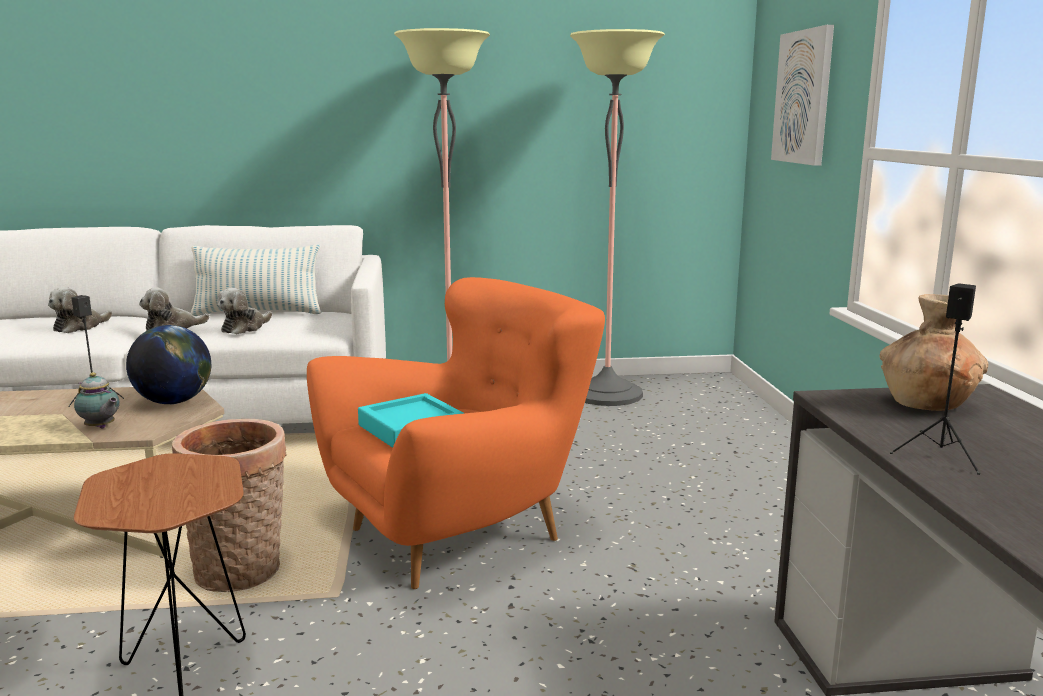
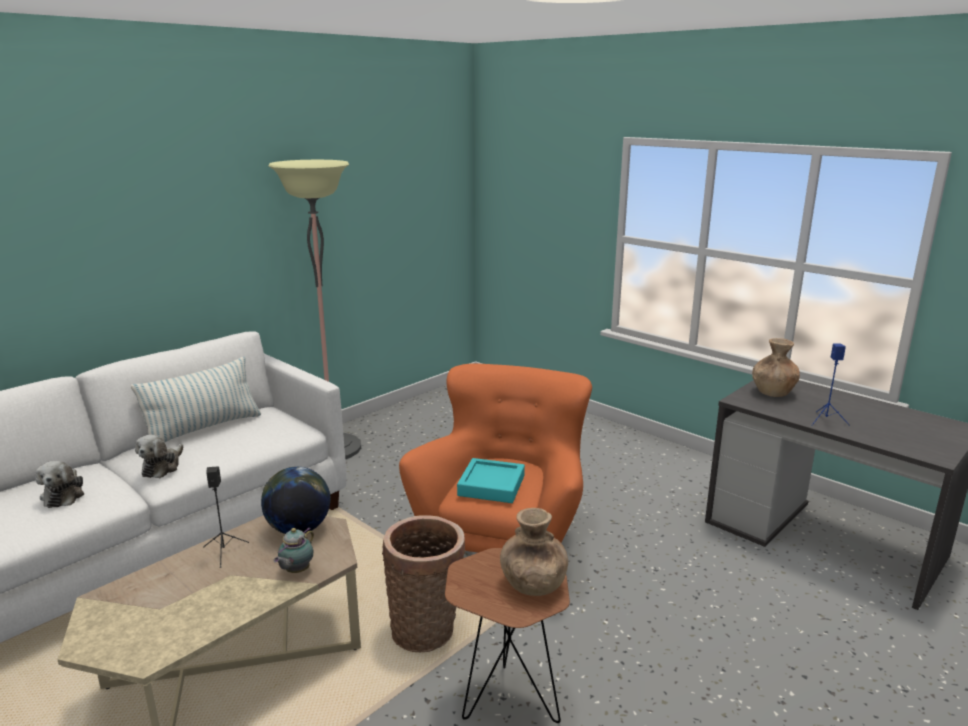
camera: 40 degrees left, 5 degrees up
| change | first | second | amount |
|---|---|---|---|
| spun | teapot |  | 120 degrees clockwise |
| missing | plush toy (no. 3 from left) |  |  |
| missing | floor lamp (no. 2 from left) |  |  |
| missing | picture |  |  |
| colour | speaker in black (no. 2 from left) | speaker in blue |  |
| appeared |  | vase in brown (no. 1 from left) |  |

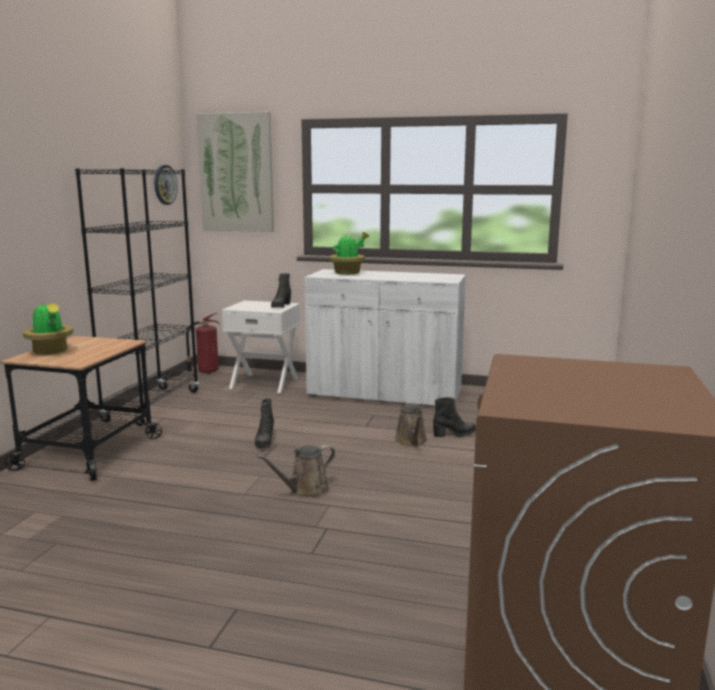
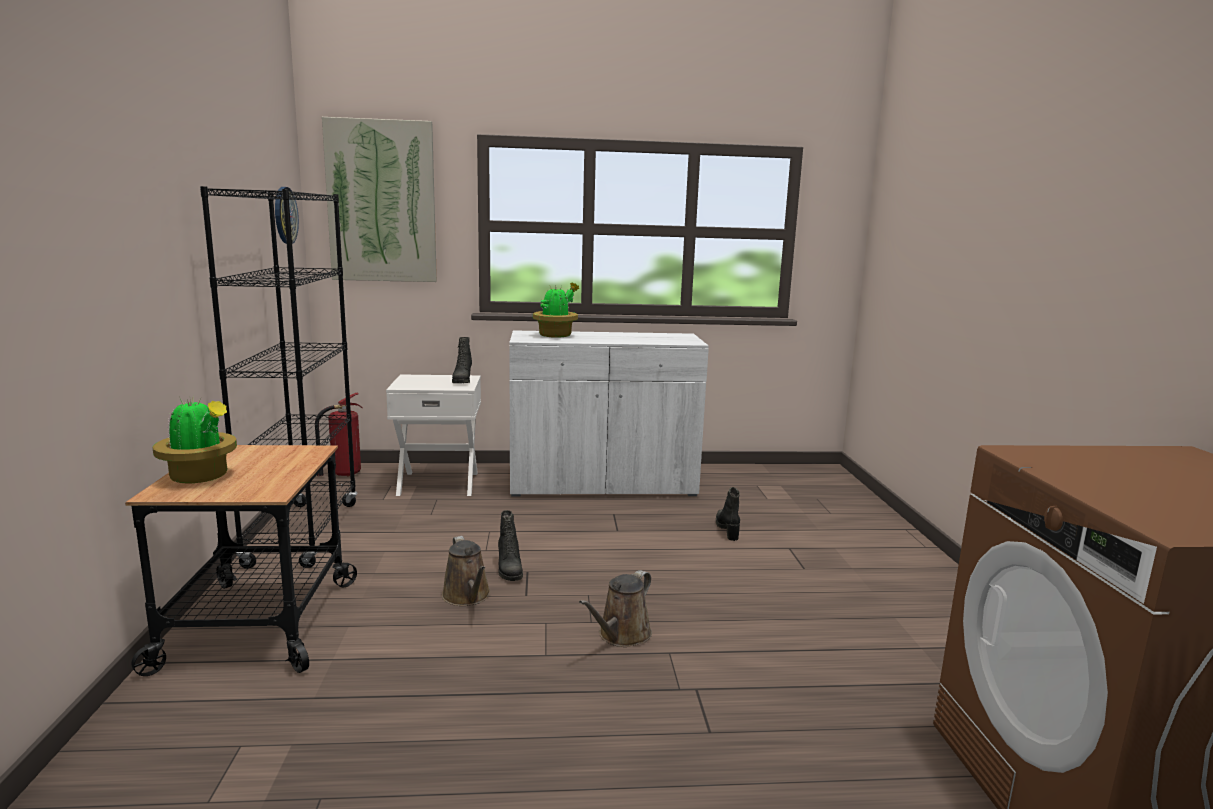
camera: 20 degrees left, 0 degrees up
| change | first | second | amount |
|---|---|---|---|
| relocated | watering can in brown (no. 2 from left in the first image) | watering can in brown (no. 1 from left) |  |
| spun | boot in black (no. 3 from left) |  | 60 degrees counterclockwise |

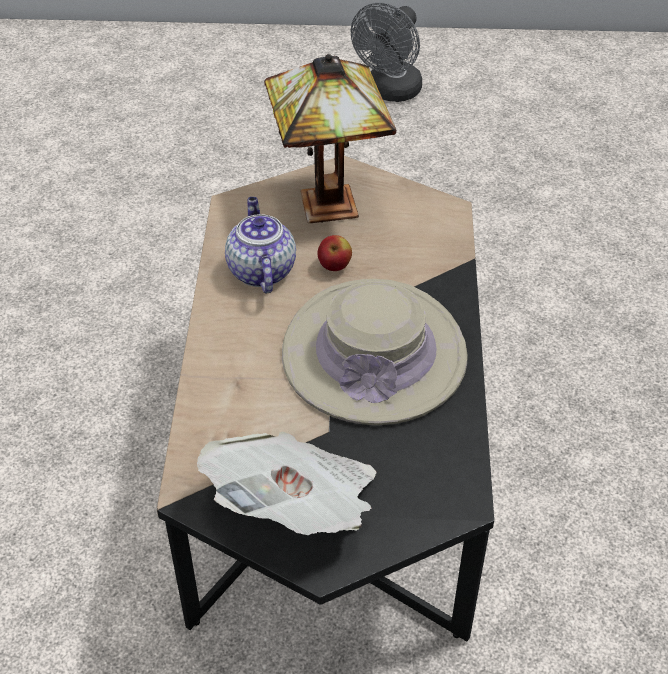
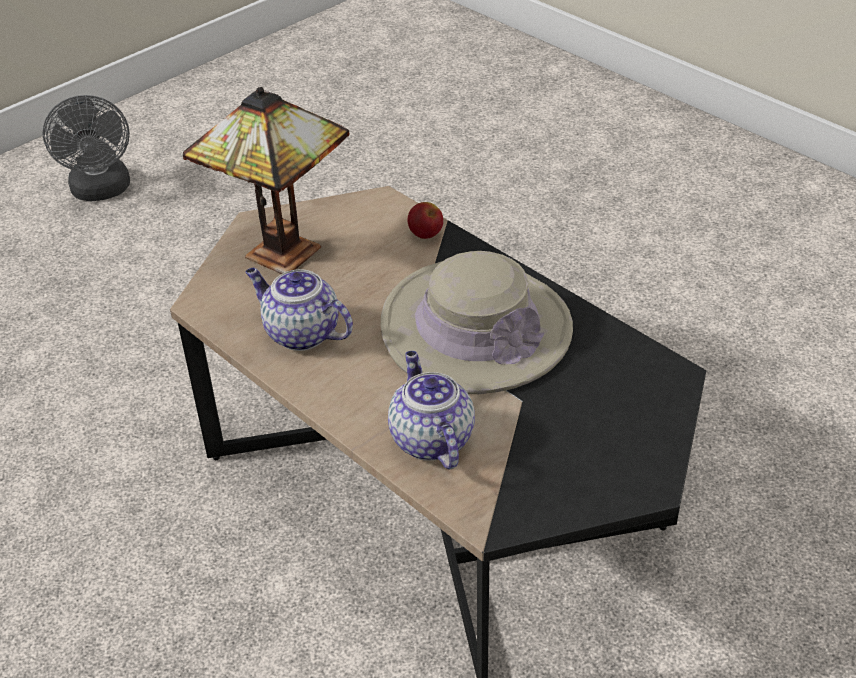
camera: 45 degrees left, 5 degrees down
| change | first | second | amount |
|---|---|---|---|
| missing | newspaper |  |  |
| relocated | apple |  |  |
| appeared |  | teapot (no. 2 from left) |  |

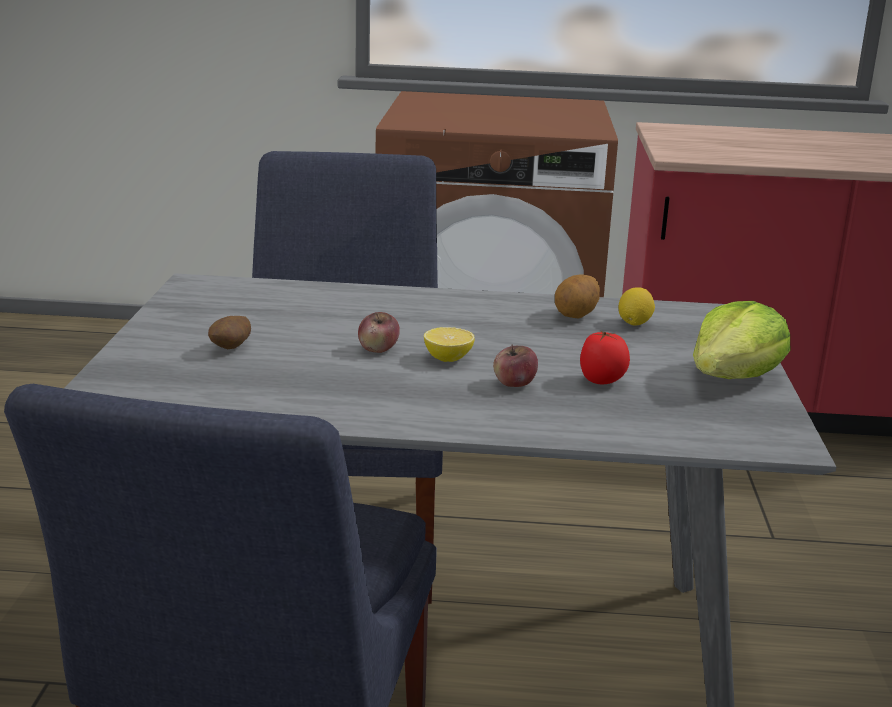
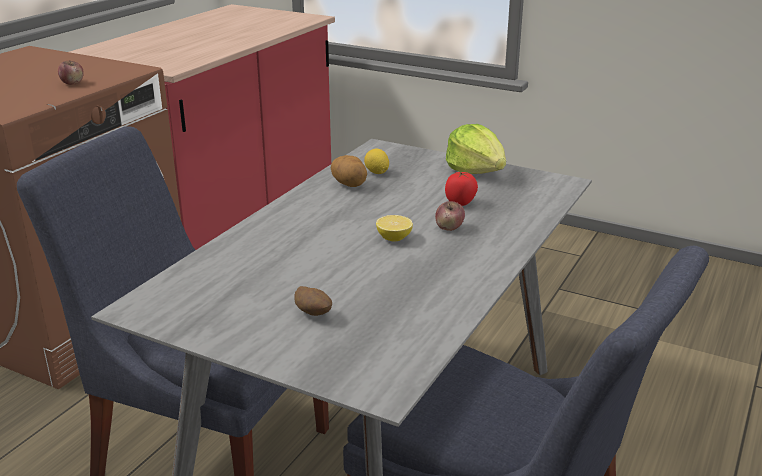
camera: 65 degrees left, 5 degrees up
| change | first | second | amount |
|---|---|---|---|
| relocated | apple (no. 1 from left) |  |  |

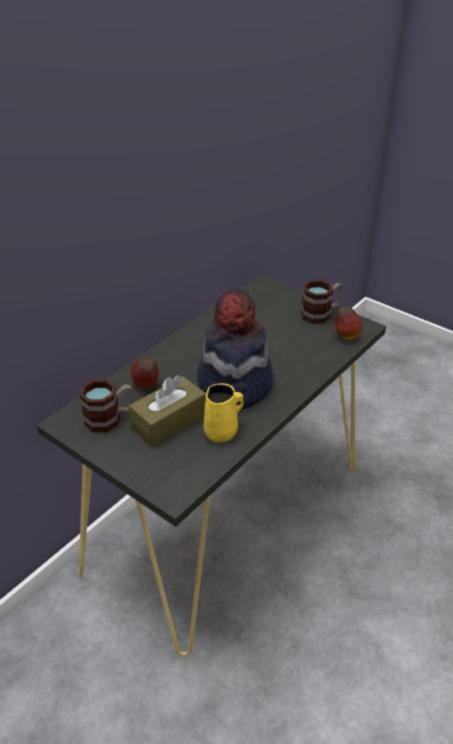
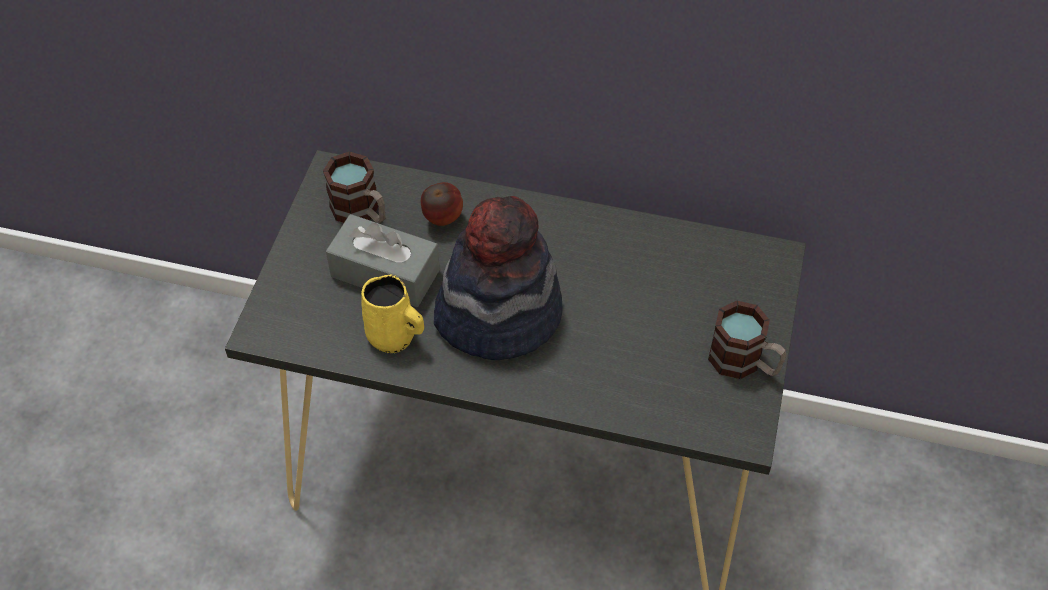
camera: 65 degrees right, 15 degrees up
| change | first | second | amount |
|---|---|---|---|
| colour | tissue box in brown | tissue box in grey |  |
| missing | apple (no. 2 from left) |  |  |

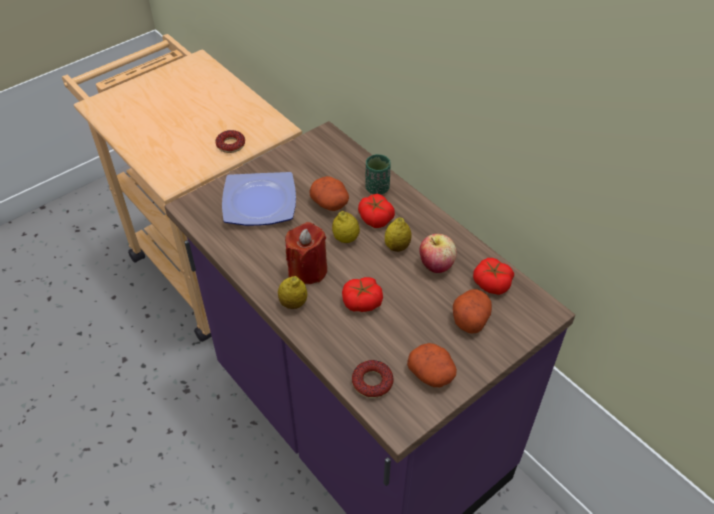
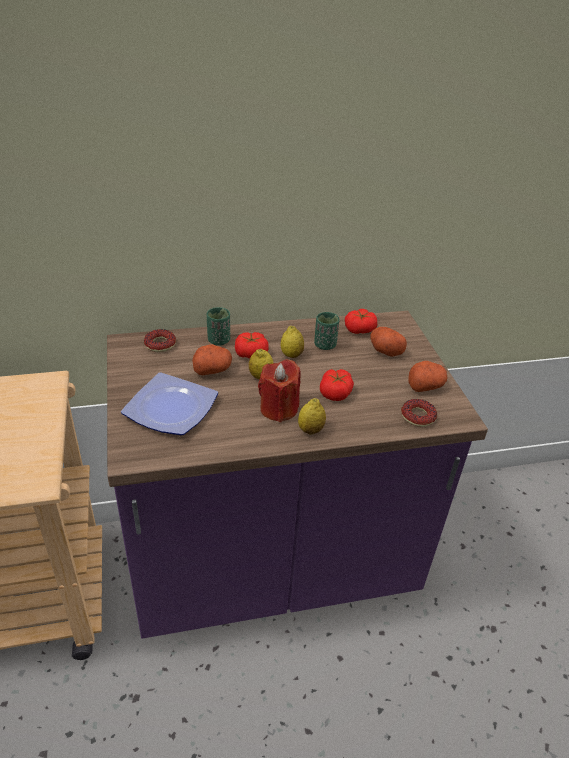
camera: 65 degrees left, 10 degrees down
| change | first | second | amount |
|---|---|---|---|
| relocated | donut (no. 1 from left) |  |  |
| exchanged | apple | cup in green (no. 2 from left) |  |

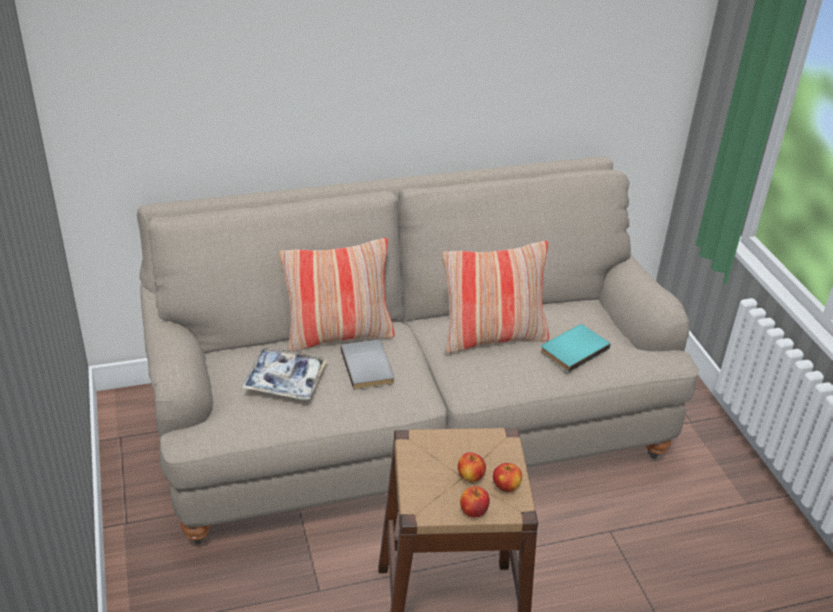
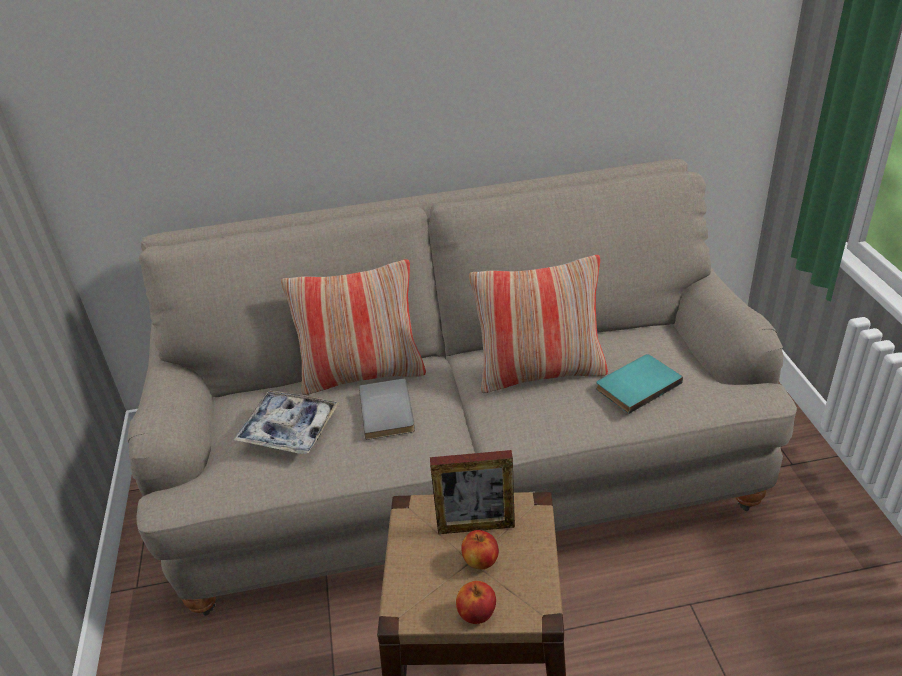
camera: 10 degrees right, 0 degrees up
| change | first | second | amount |
|---|---|---|---|
| missing | apple (no. 3 from left) |  |  |
| appeared |  | picture frame |  |

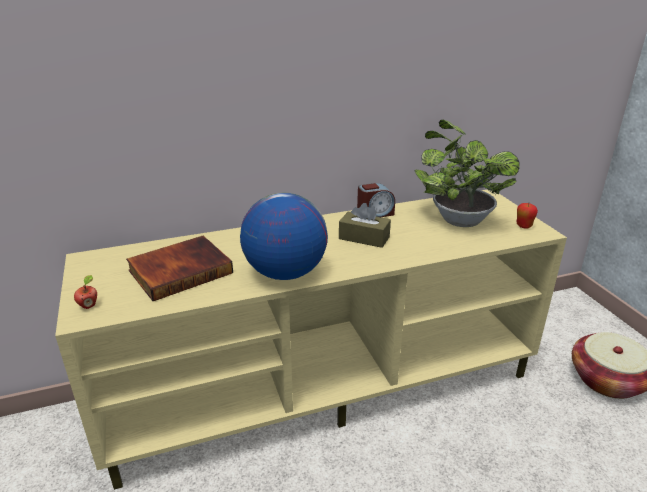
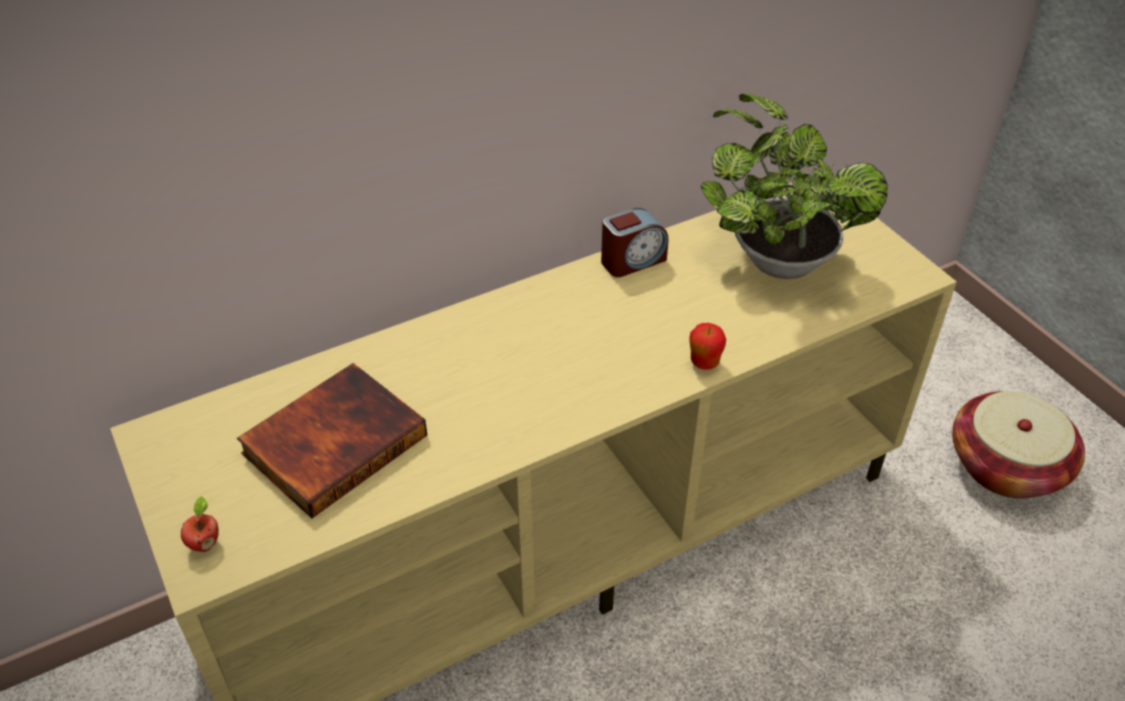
camera: 10 degrees left, 15 degrees up
| change | first | second | amount |
|---|---|---|---|
| missing | globe |  |  |
| missing | tissue box in brown |  |  |
| relocated | apple (no. 2 from left) |  |  |

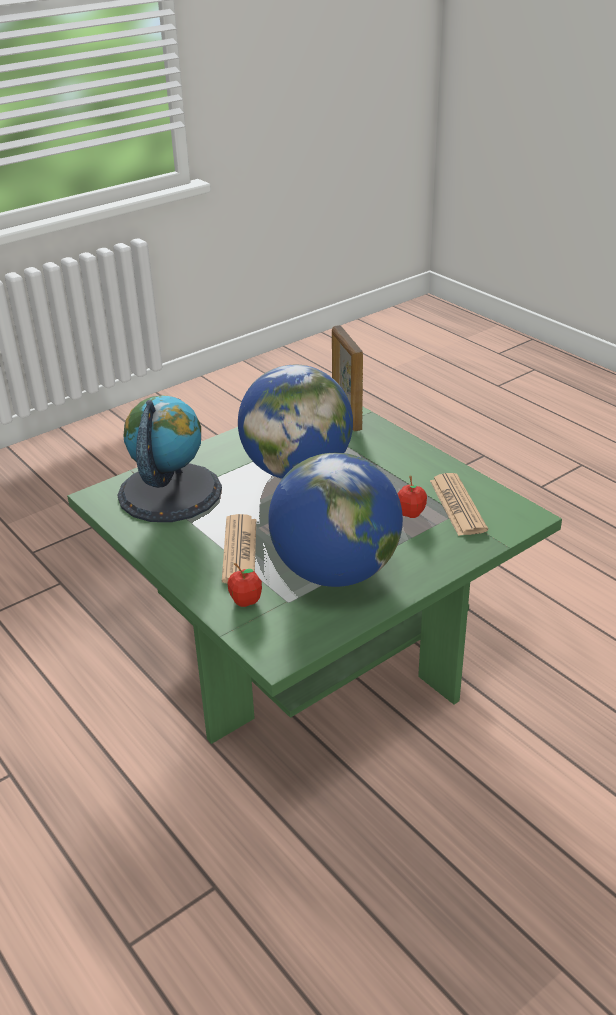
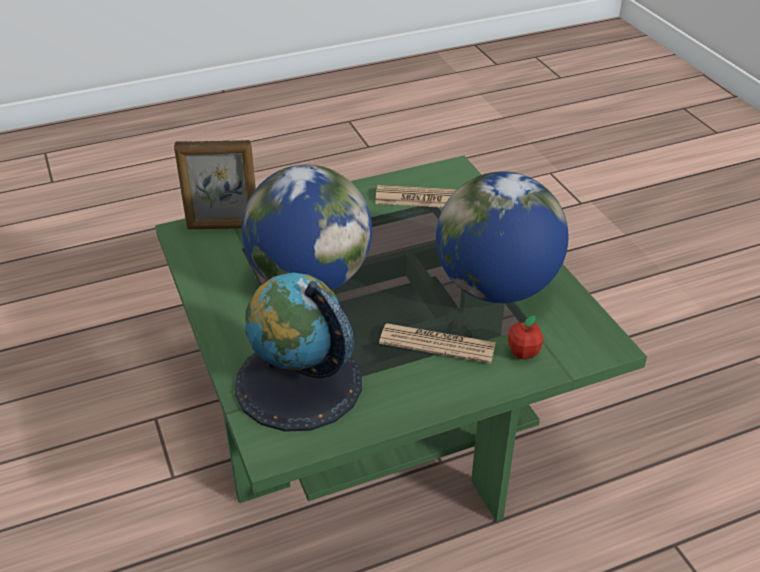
camera: 75 degrees left, 5 degrees up
| change | first | second | amount |
|---|---|---|---|
| missing | apple (no. 2 from left) |  |  |

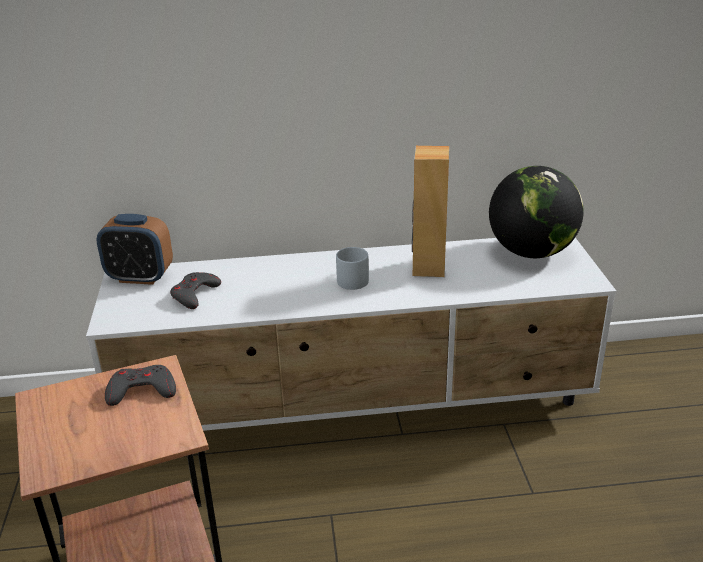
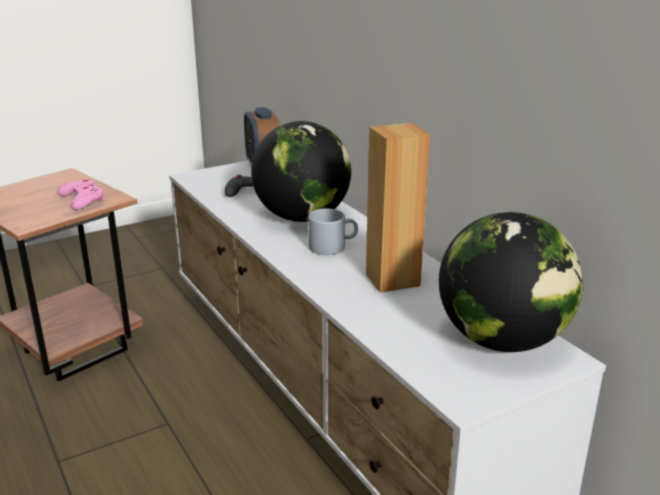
camera: 65 degrees right, 5 degrees down
| change | first | second | amount |
|---|---|---|---|
| colour | game controller in grey (no. 1 from left) | game controller in pink |  |
| appeared |  | globe (no. 1 from left) |  |

